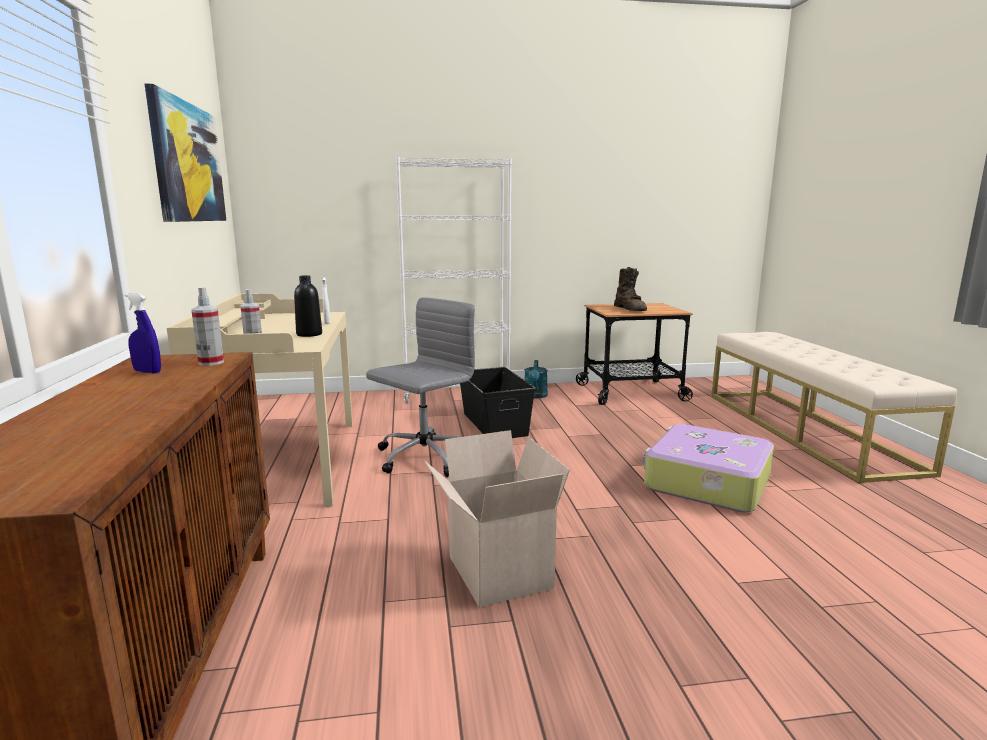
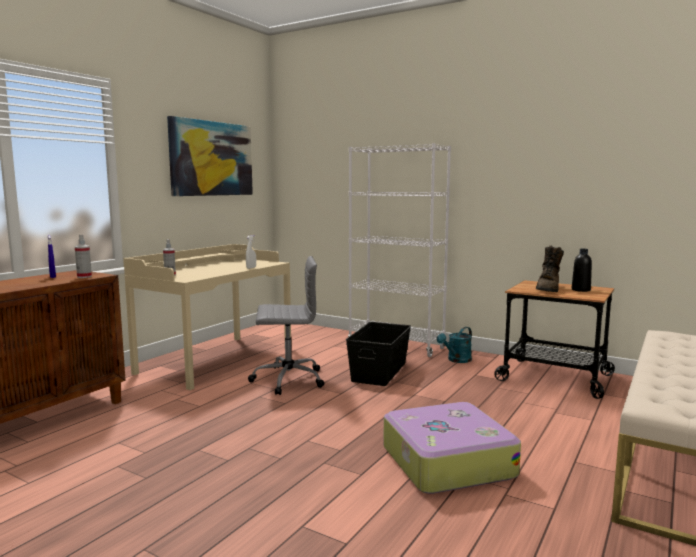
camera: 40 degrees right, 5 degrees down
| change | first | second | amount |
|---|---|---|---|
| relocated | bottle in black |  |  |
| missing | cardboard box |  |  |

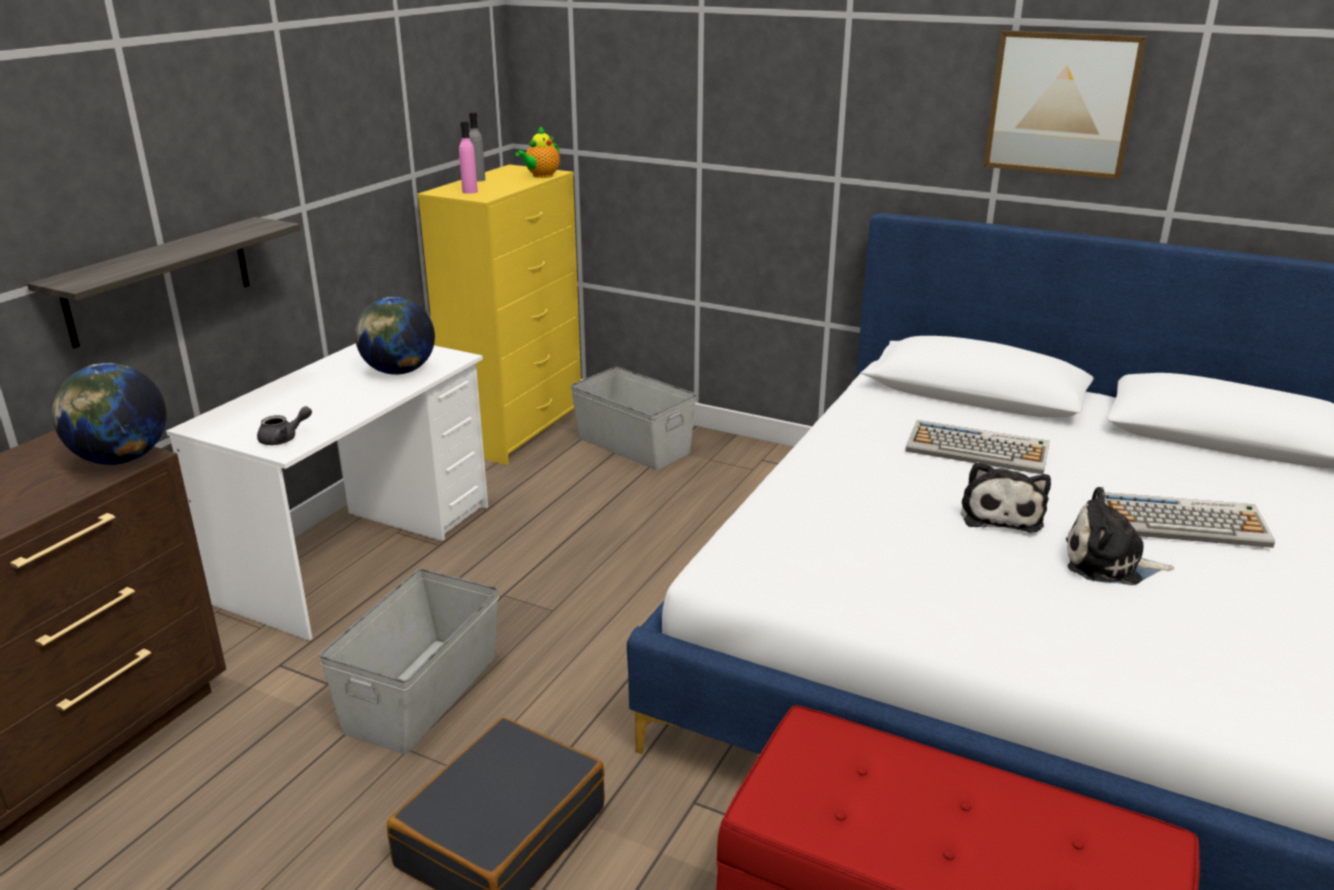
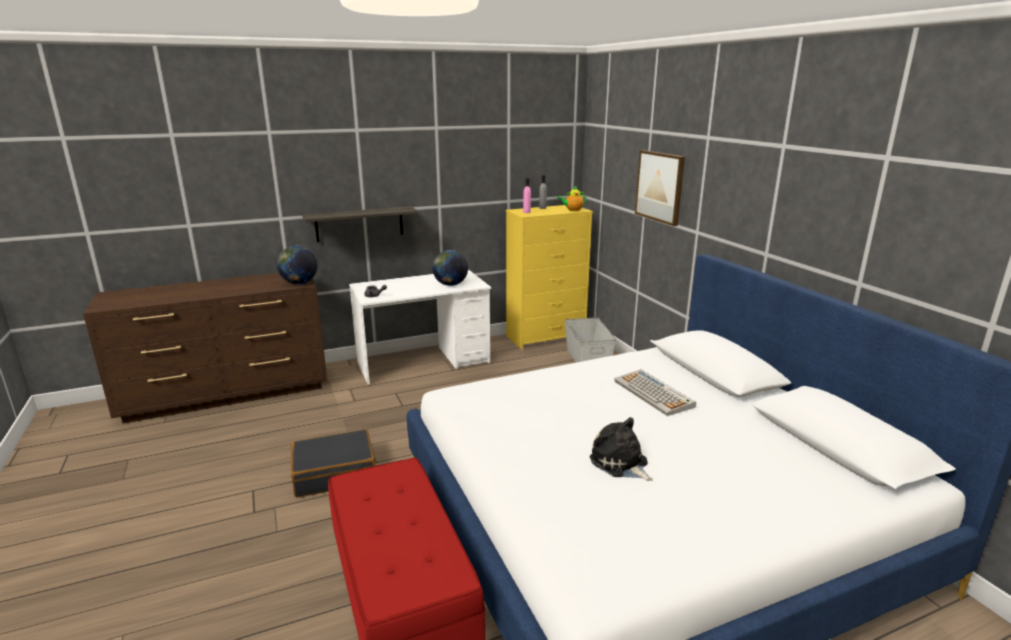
camera: 40 degrees right, 5 degrees down
| change | first | second | amount |
|---|---|---|---|
| missing | storage box in grey (no. 1 from left) |  |  |
| missing | plush toy (no. 1 from left) |  |  |
| relocated | picture |  |  |
| missing | keyboard (no. 2 from left) |  |  |

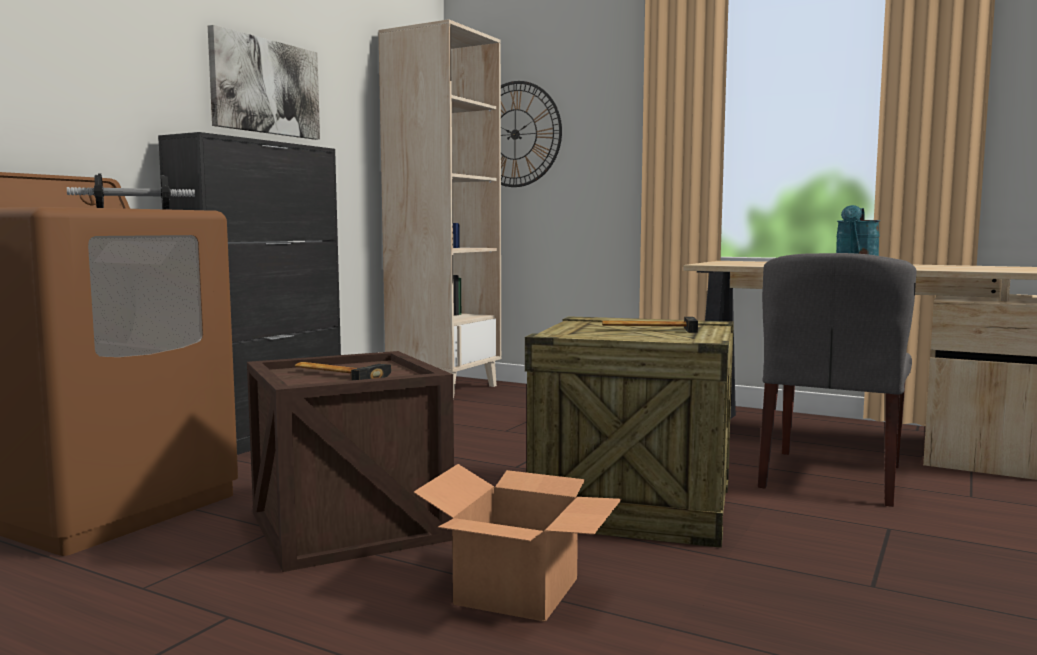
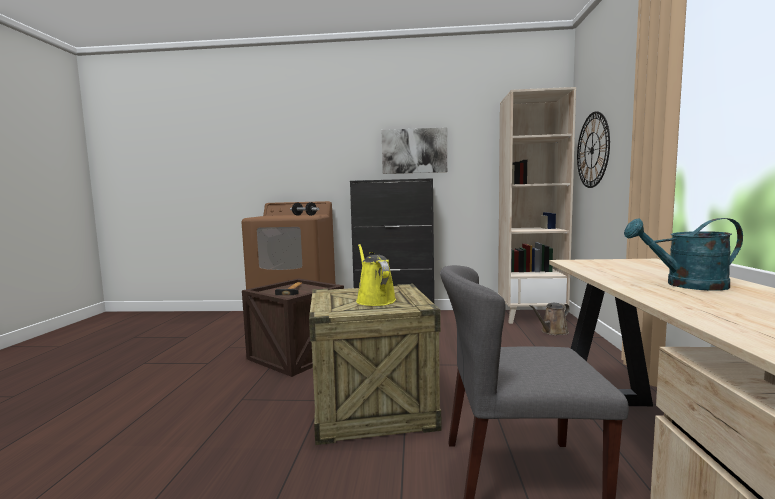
camera: 65 degrees right, 0 degrees up
| change | first | second | amount |
|---|---|---|---|
| missing | cardboard box |  |  |
| exchanged | hammer (no. 2 from left) | watering can in yellow |  |
| appeared |  | watering can in brown |  |

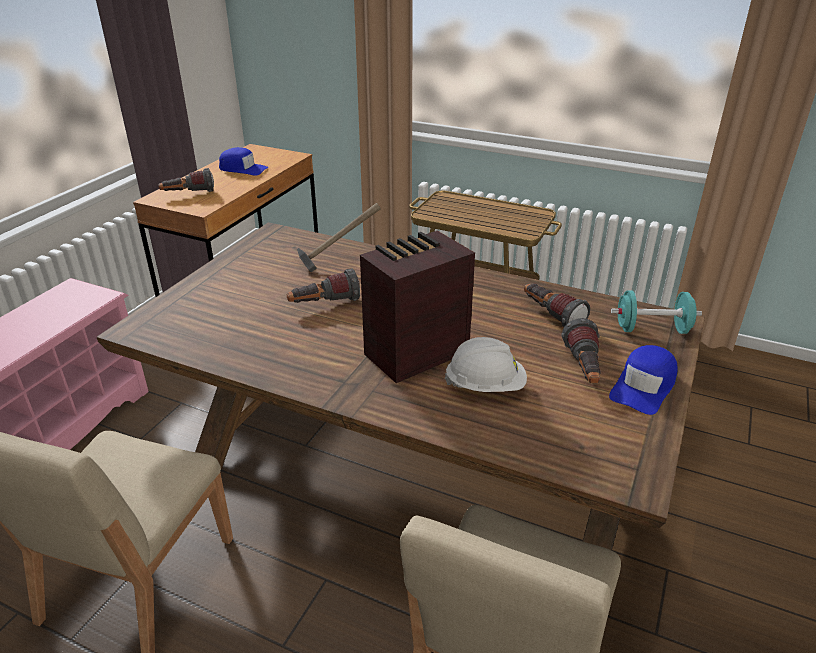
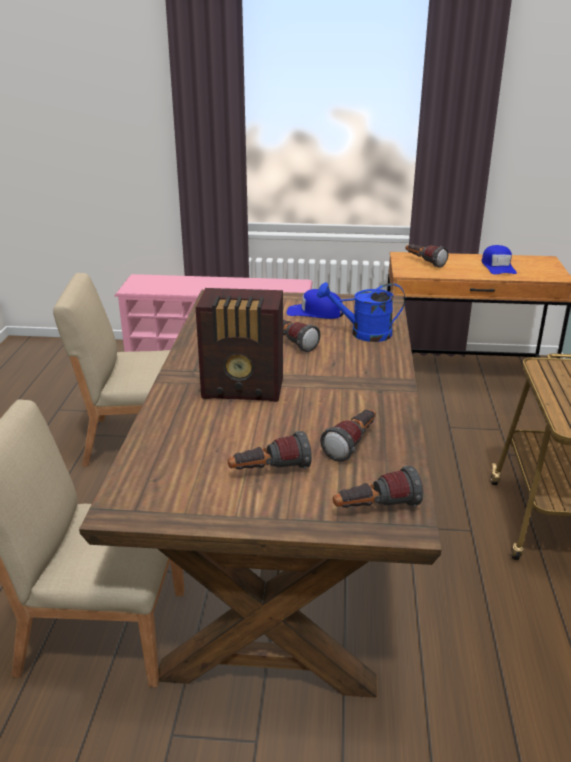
camera: 70 degrees right, 5 degrees down
| change | first | second | amount |
|---|---|---|---|
| exchanged | hammer | watering can in blue |  |
| spun | radio |  | 150 degrees clockwise |
| missing | hard hat in white |  |  |
| relocated | cap in blue (no. 2 from left in the first image) | cap in blue (no. 1 from left) |  |
| exchanged | dumbbell in turquoise | flashlight (no. 4 from left) |  |

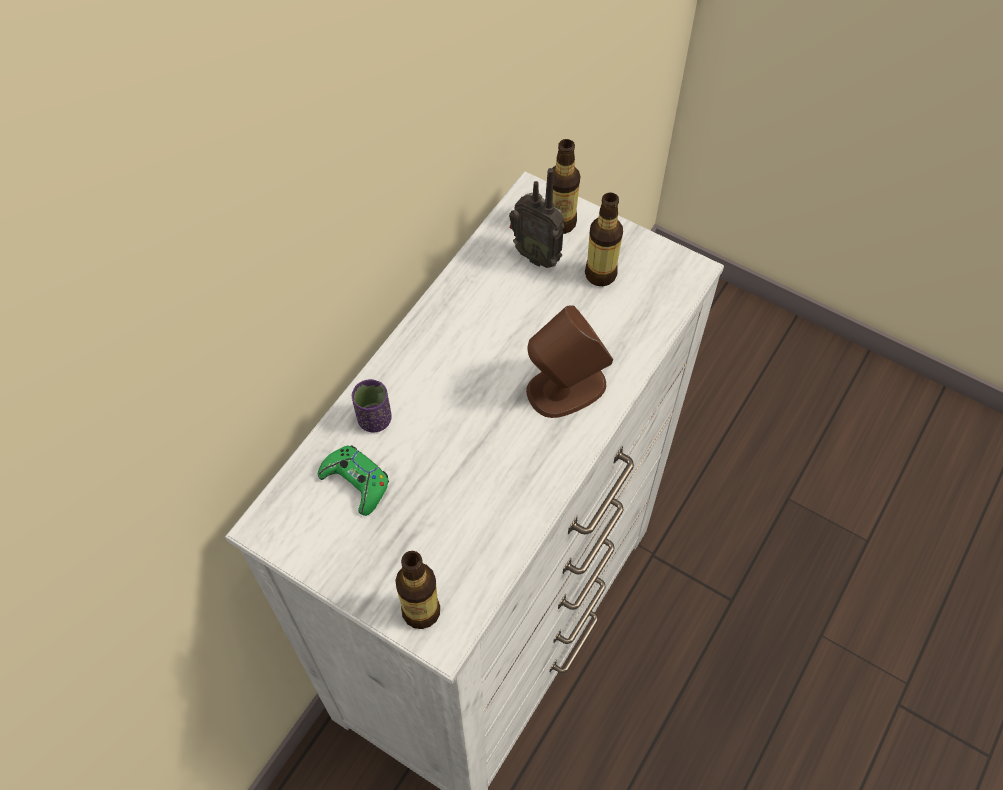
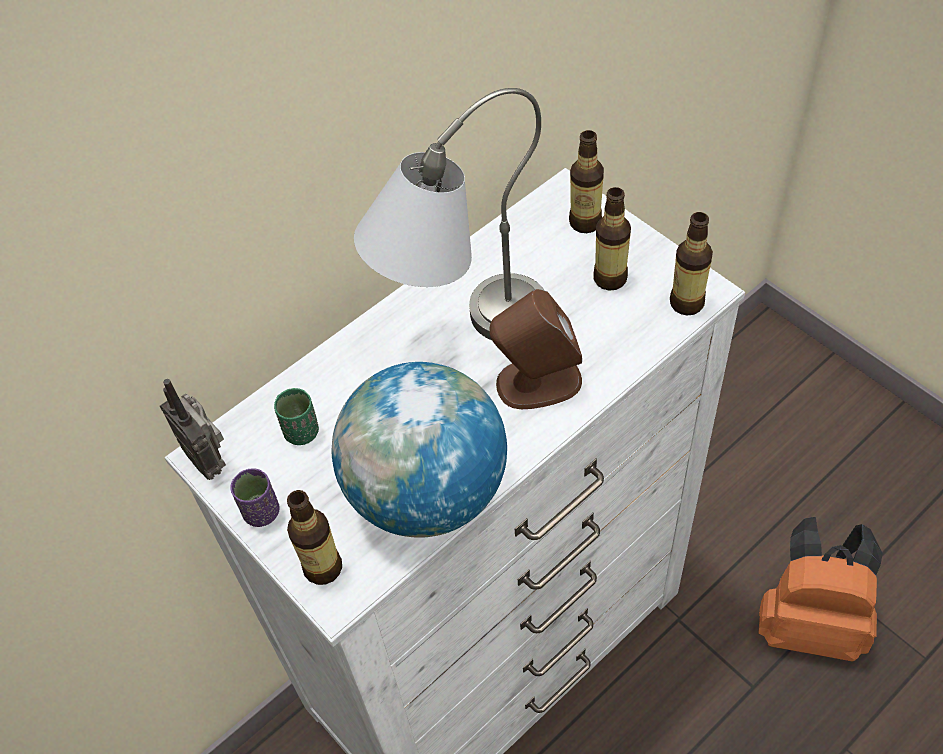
camera: 20 degrees right, 5 degrees down
| change | first | second | amount |
|---|---|---|---|
| exchanged | game controller in green | cup in green |  |
| relocated | cup in purple |  |  |
| relocated | radio |  |  |
| appeared |  | globe |  |
| appeared |  | table lamp in grey |  |
| appeared |  | bottle (no. 4 from left) |  |
| appeared |  | backpack in orange |  |

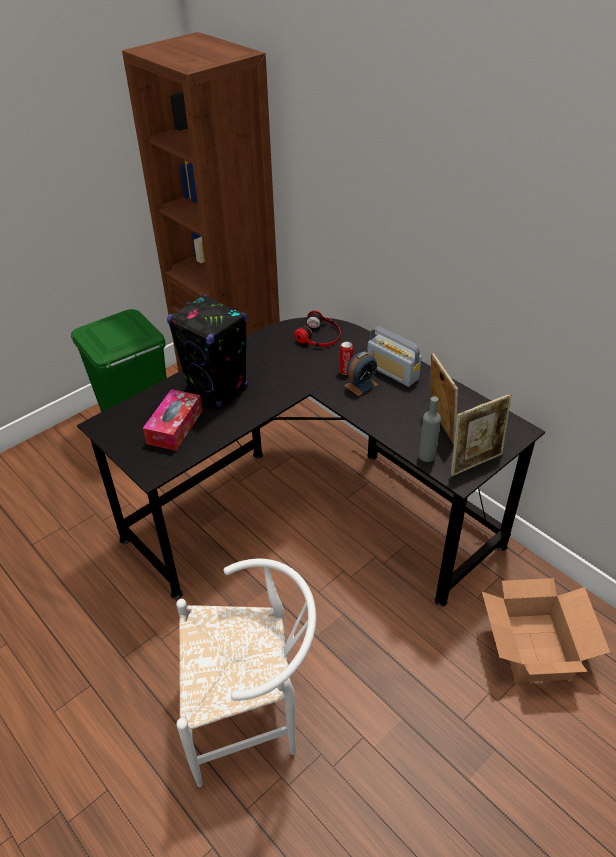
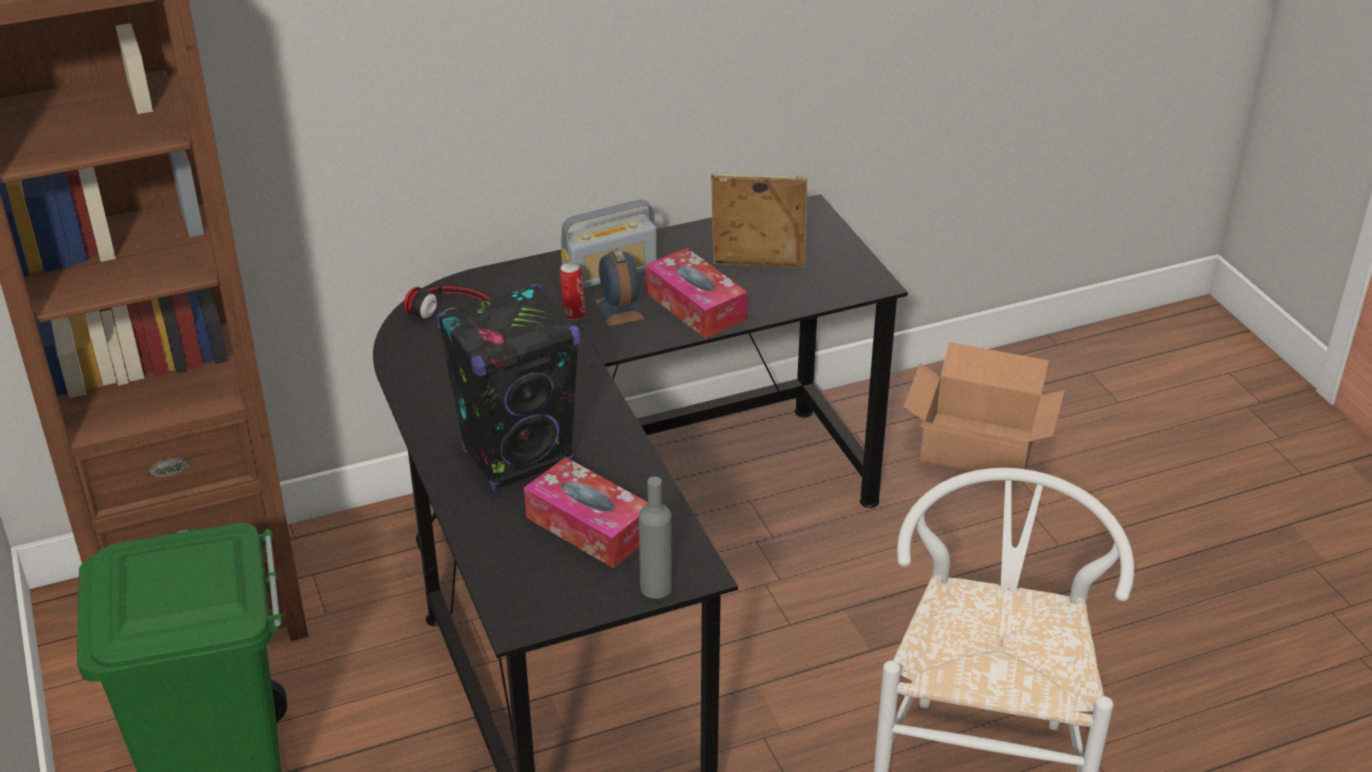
camera: 70 degrees left, 5 degrees down
| change | first | second | amount |
|---|---|---|---|
| relocated | bottle in grey |  |  |
| missing | picture frame (no. 2 from left) |  |  |
| appeared |  | tissue box (no. 2 from left) |  |

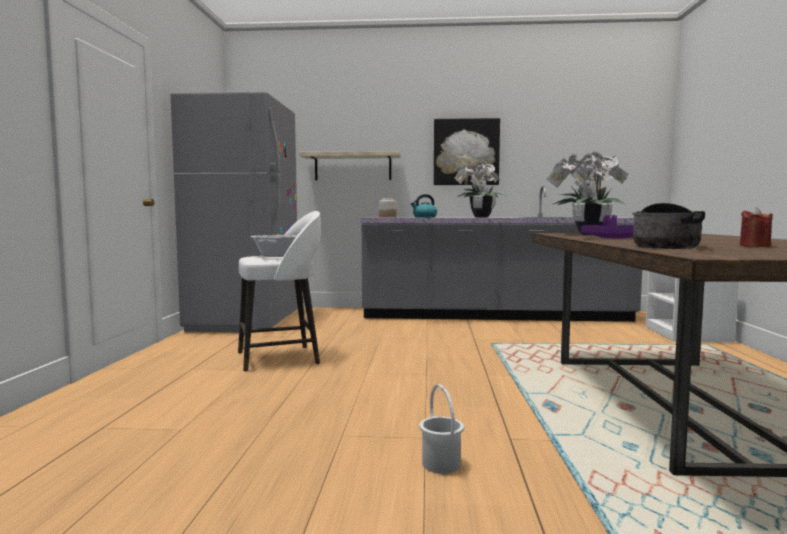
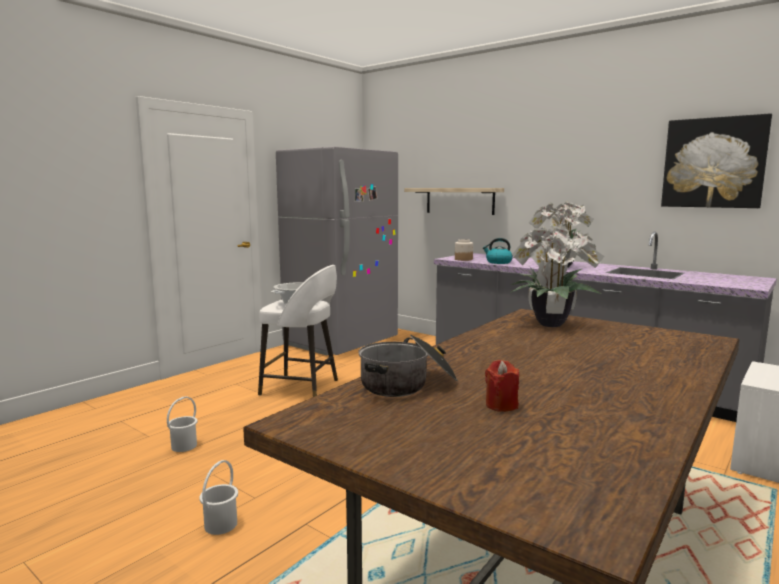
camera: 35 degrees right, 5 degrees up
| change | first | second | amount |
|---|---|---|---|
| relocated | picture |  |  |
| missing | tray in purple |  |  |
| appeared |  | bucket in white (no. 1 from left) |  |

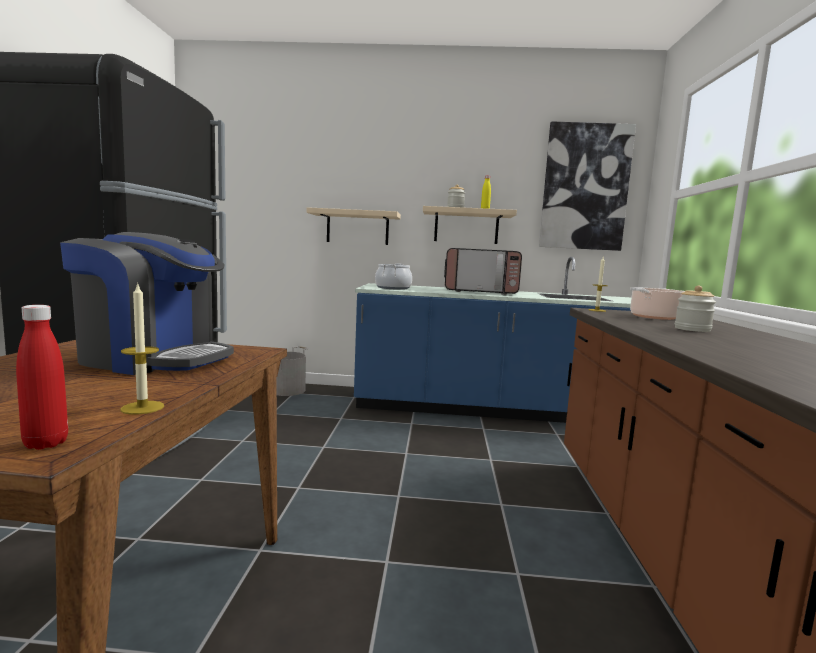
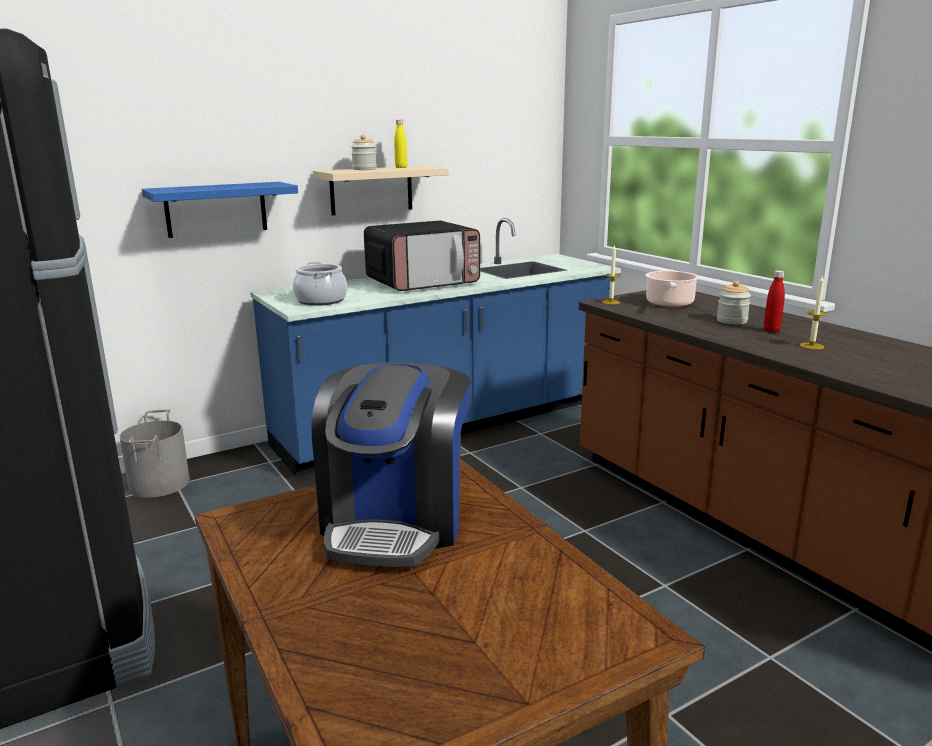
camera: 35 degrees left, 10 degrees up
| change | first | second | amount |
|---|---|---|---|
| relocated | bottle in red |  |  |
| spun | coffee machine |  | 120 degrees clockwise |
| relocated | candle (no. 1 from left in the first image) | candle (no. 2 from left) |  |
| colour | shelf in beige (no. 1 from left) | shelf in blue |  |
| missing | picture |  |  |

